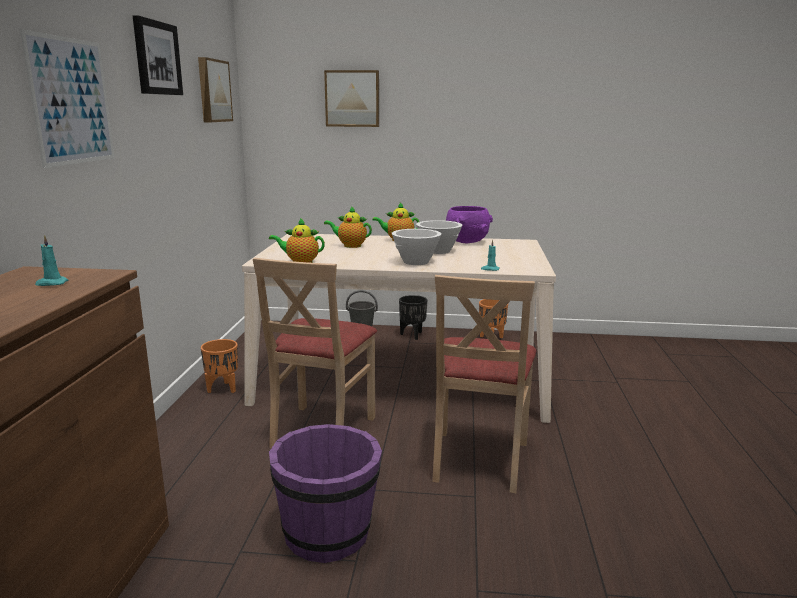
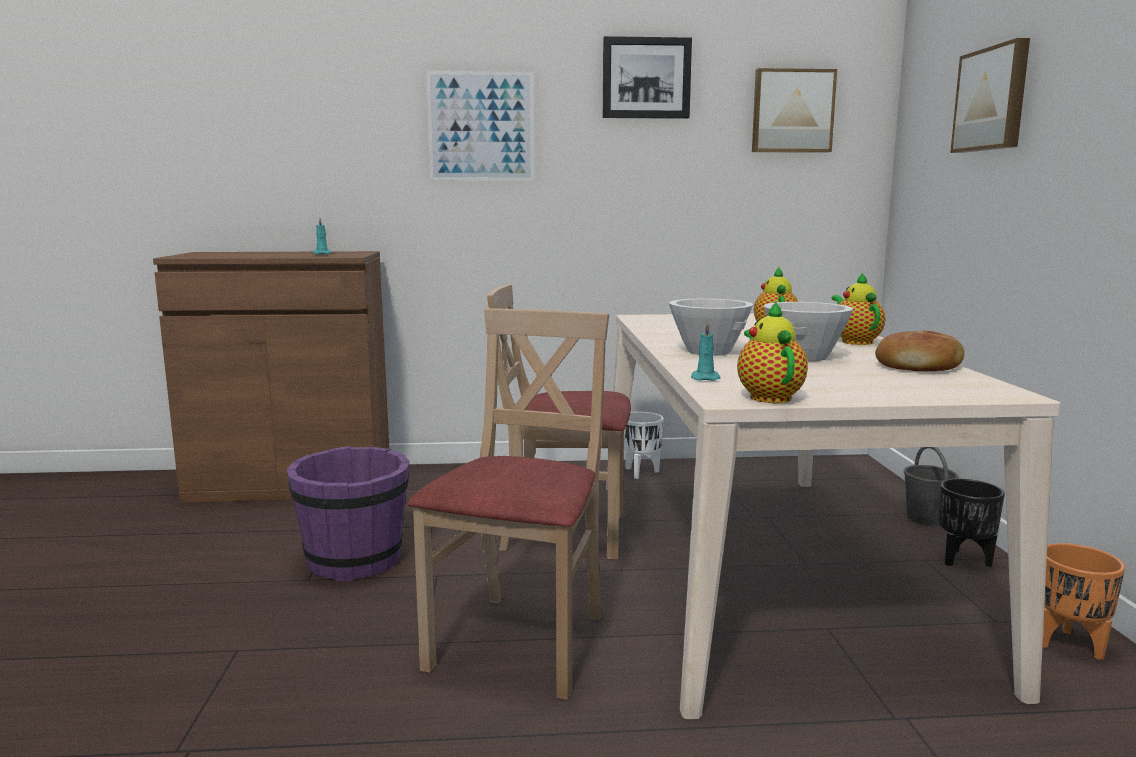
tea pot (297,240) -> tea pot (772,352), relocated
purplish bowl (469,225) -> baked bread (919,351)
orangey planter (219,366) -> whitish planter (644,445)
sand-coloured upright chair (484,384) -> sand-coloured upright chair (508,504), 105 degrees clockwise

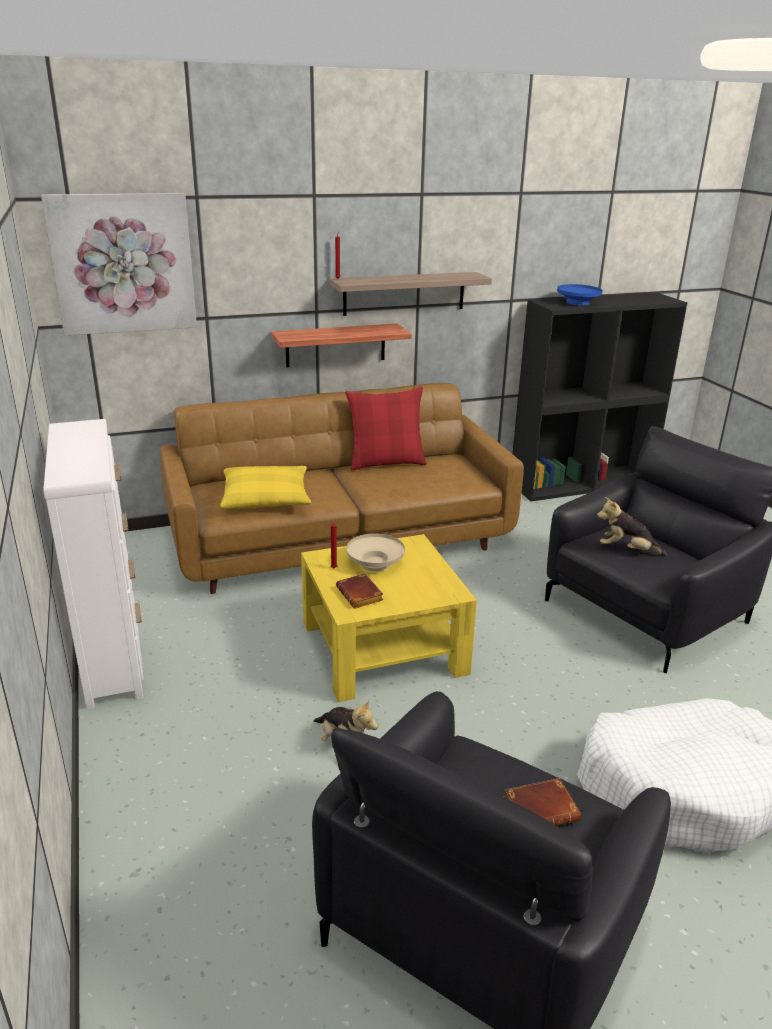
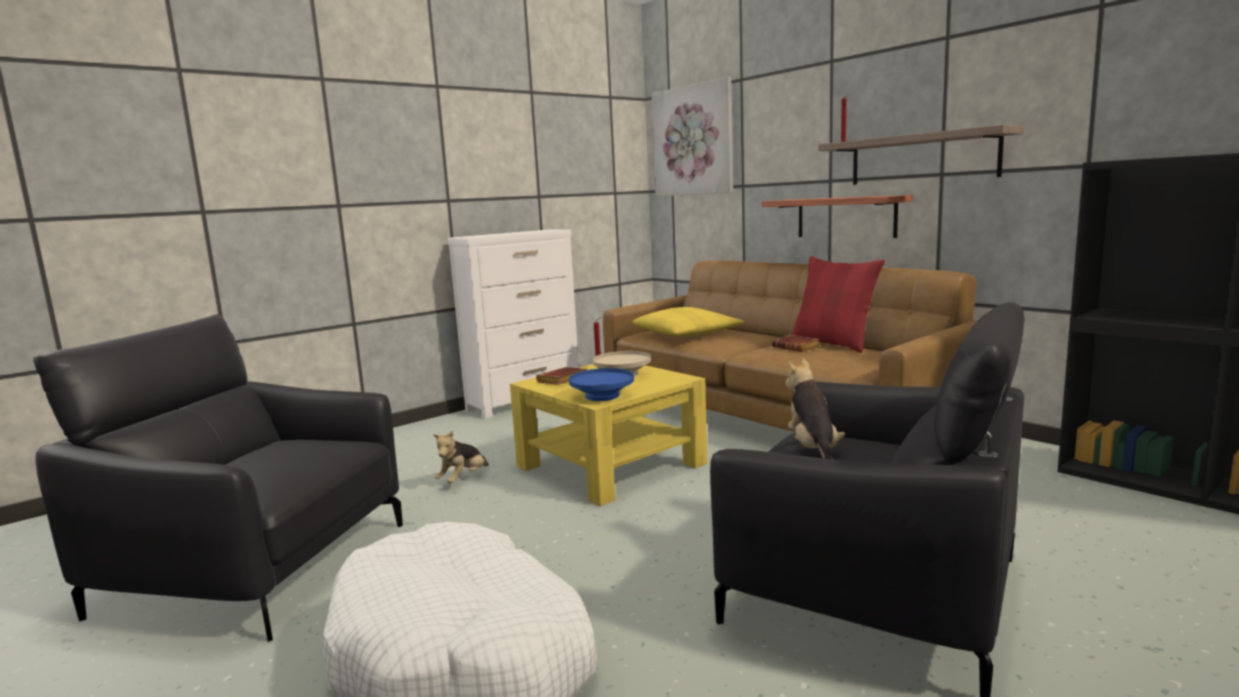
brown-coloured book (542,802) -> brown-coloured book (796,343), relocated
blue-coloured bowl (580,294) -> blue-coloured bowl (601,384), relocated

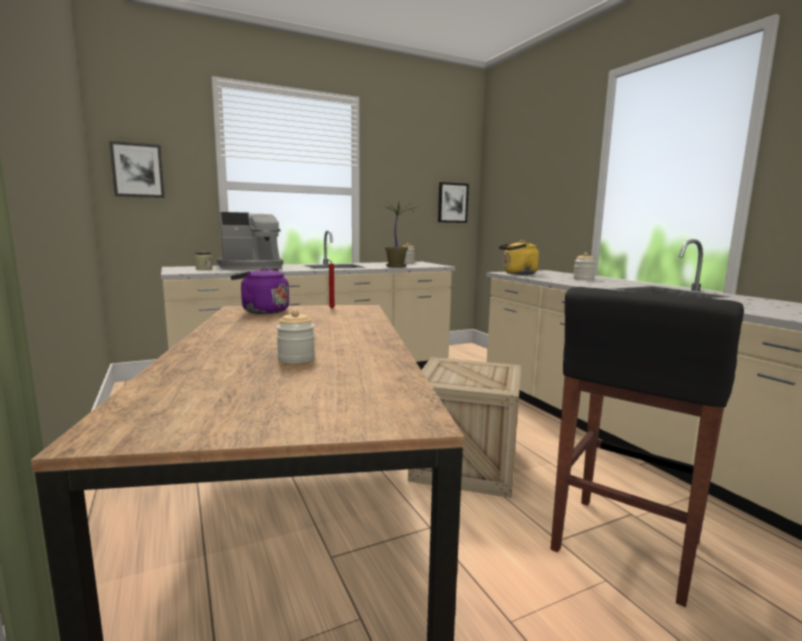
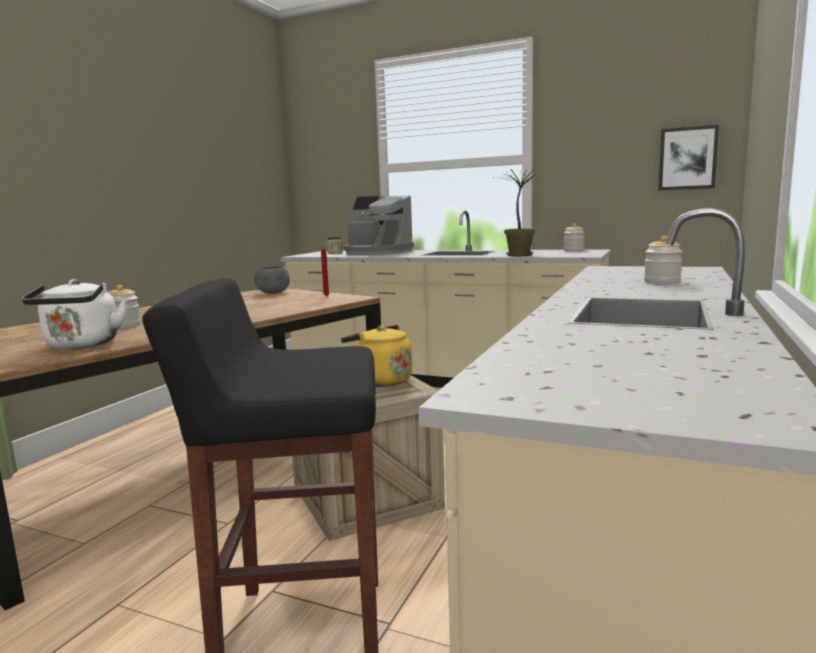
picture (137,169) -> none
none -> whitish water kettle (74,314)
yellowish water kettle (519,257) -> yellowish water kettle (376,356), relocated
purplish water kettle (260,290) -> greyish bowl (272,280)

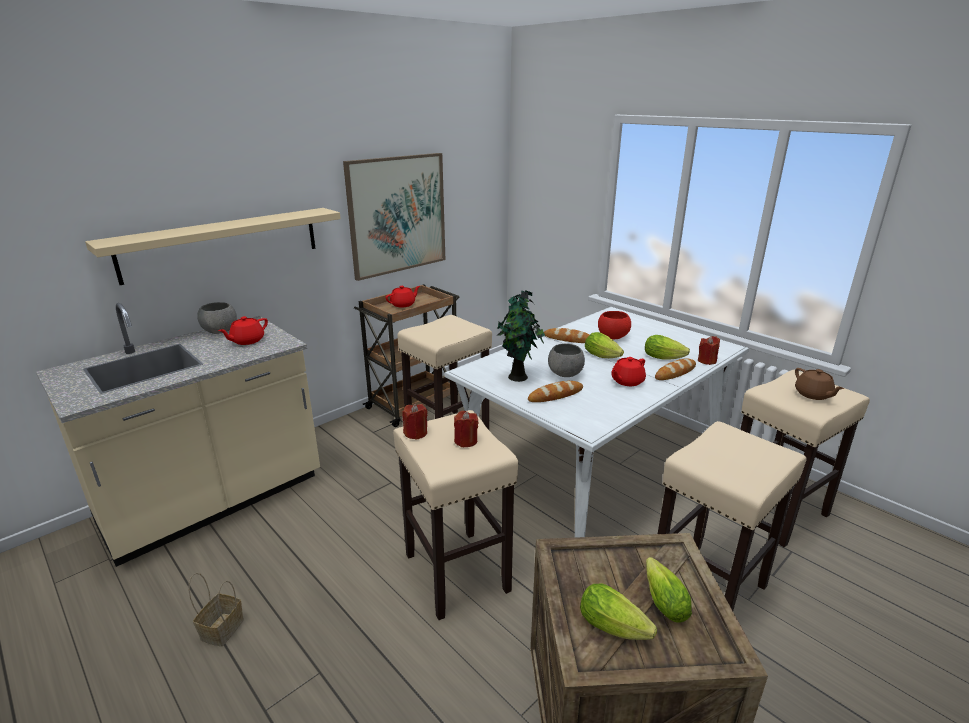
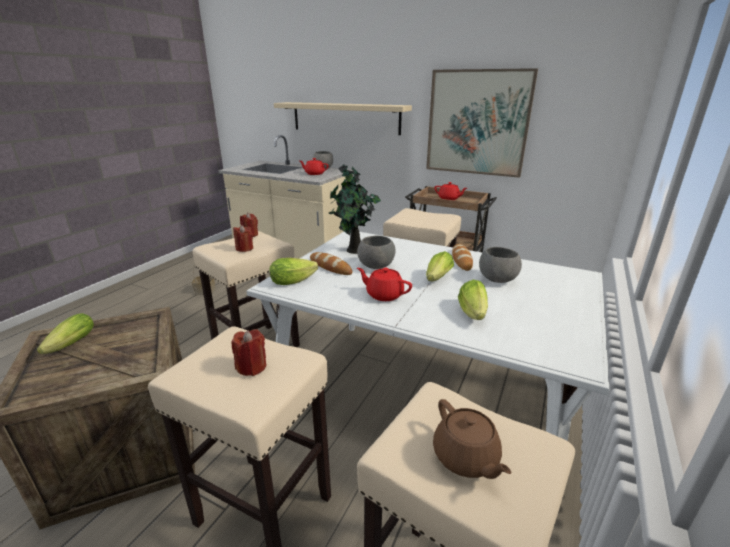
baked bread (675,369) -> none
head of lettuce (669,590) -> head of lettuce (293,271), relocated
red wax candle (709,350) -> red wax candle (248,352), relocated
red bowl (614,325) -> greyish bowl (500,265)
brown-coloured tea pot (819,384) -> brown-coloured tea pot (472,439), 75 degrees counterclockwise

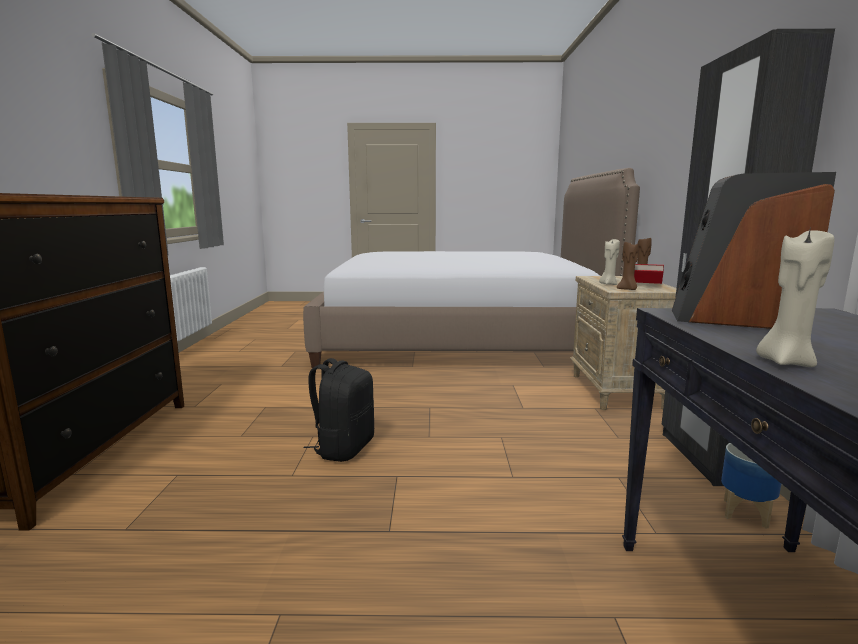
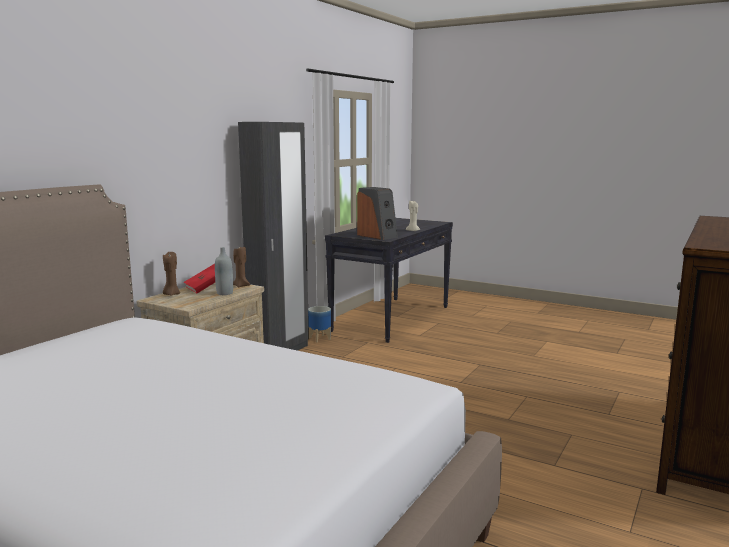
black-coloured rucksack (338,410) -> none
sand-coloured wax candle (609,262) -> greyish drink bottle (224,271)

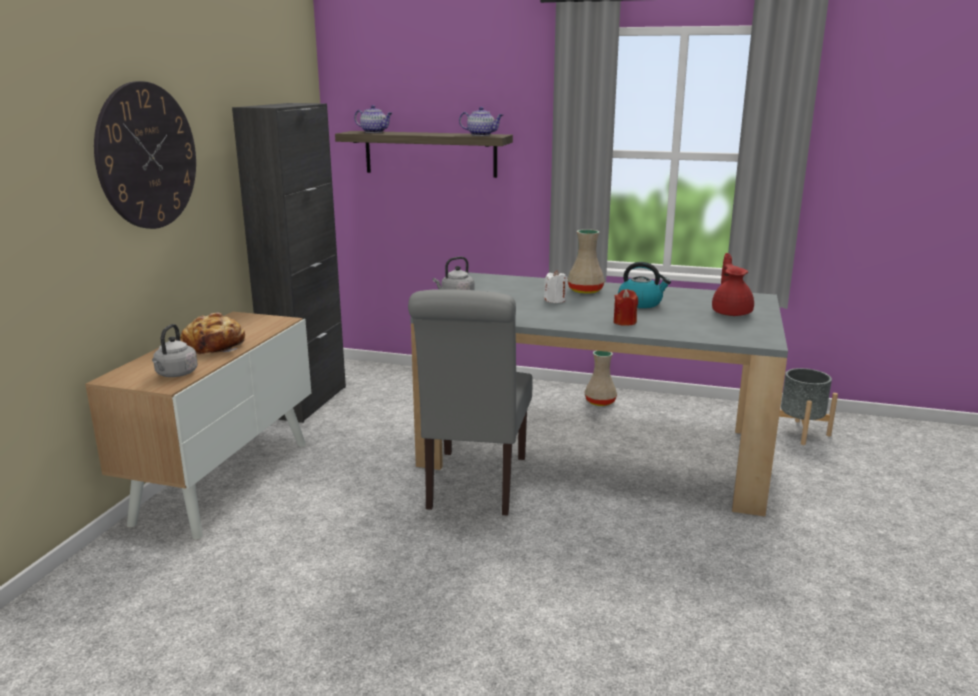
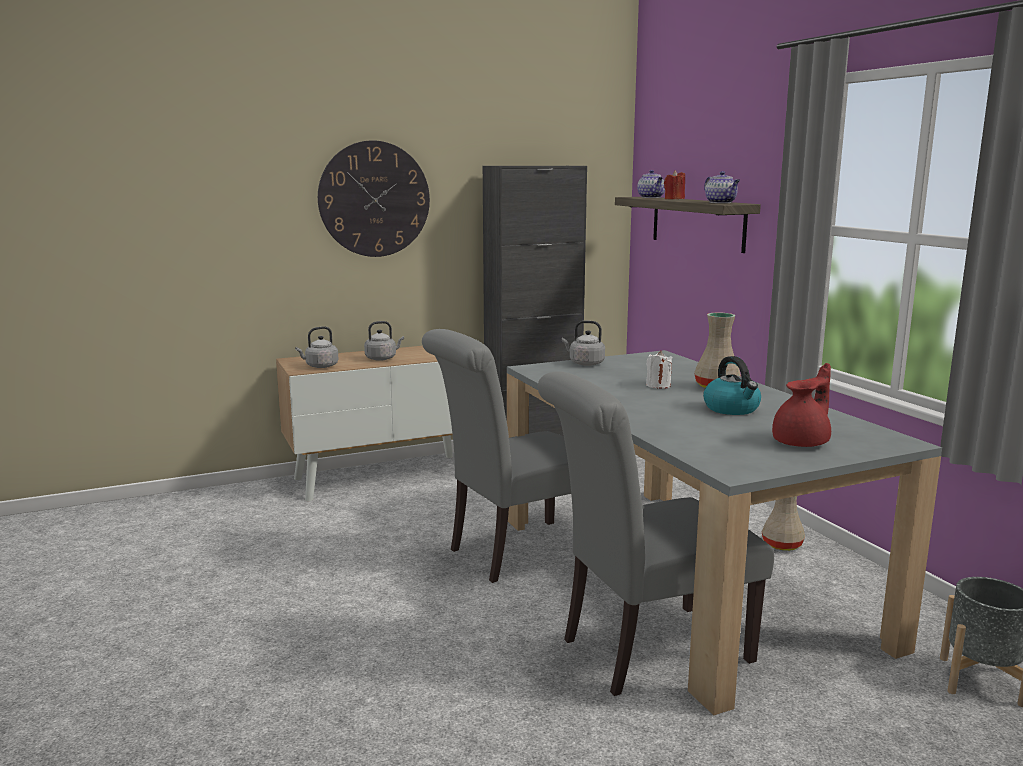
none -> greyish upright chair (656,533)
red wax candle (626,307) -> red wax candle (674,184), relocated
baked bread (212,333) -> greyish water kettle (384,341)

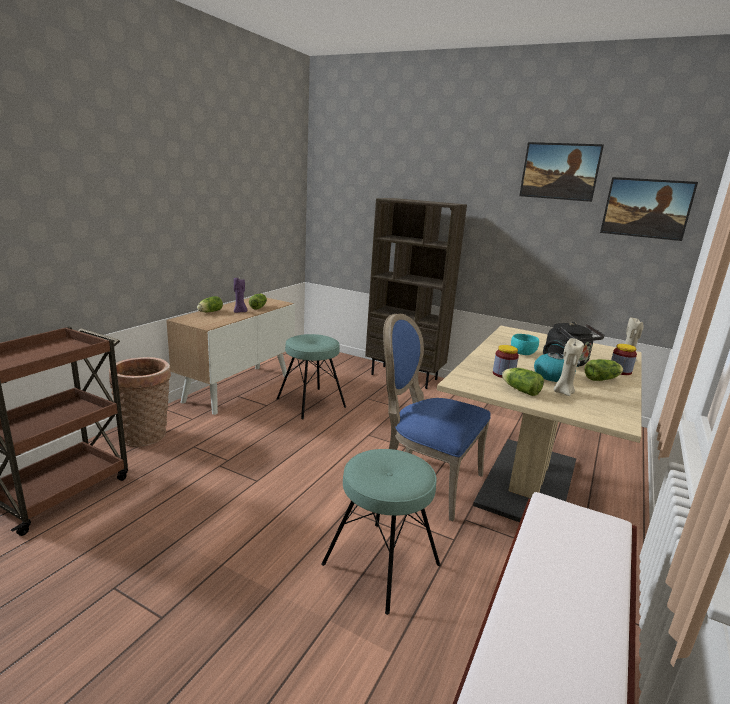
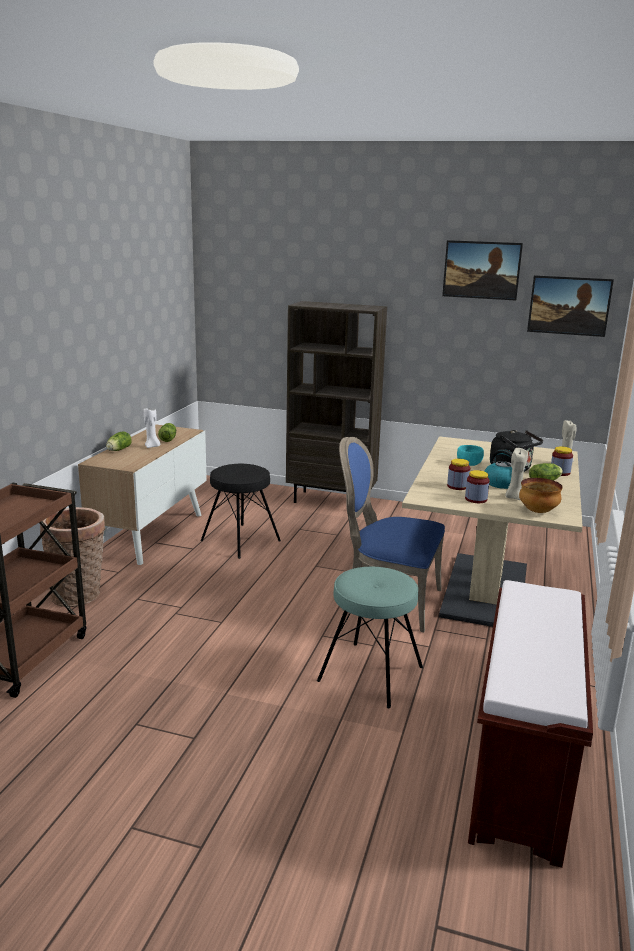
none -> bowl (541,495)
head of lettuce (523,382) -> storage jar (477,486)
purplish wax candle (240,295) -> whitish wax candle (152,428)
turquoise-coloured sitting stool (311,376) -> black-coloured sitting stool (240,511)

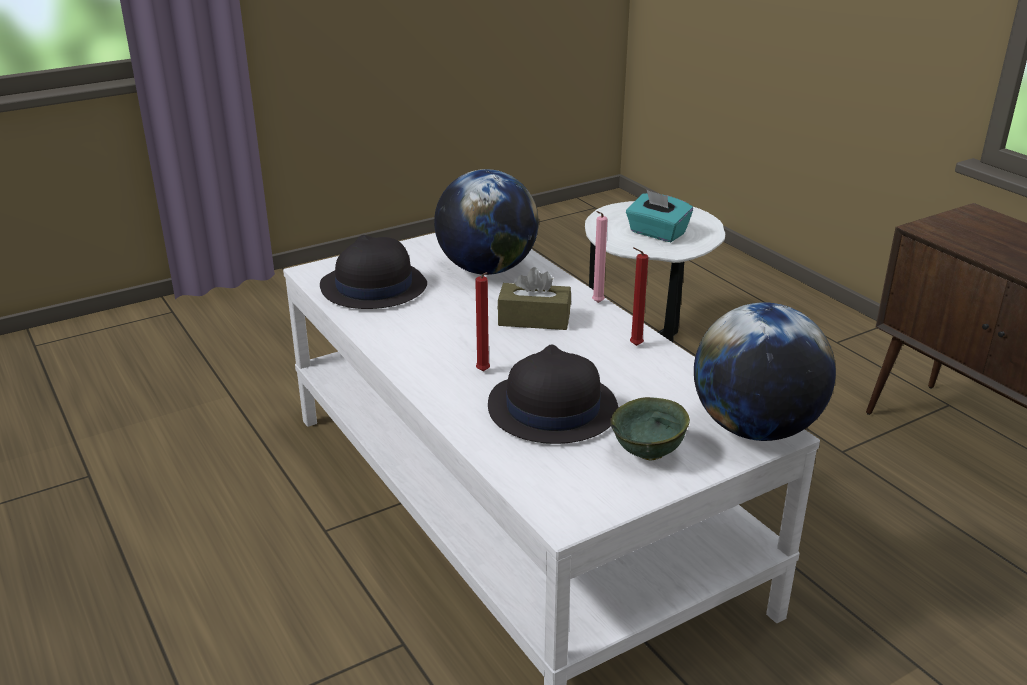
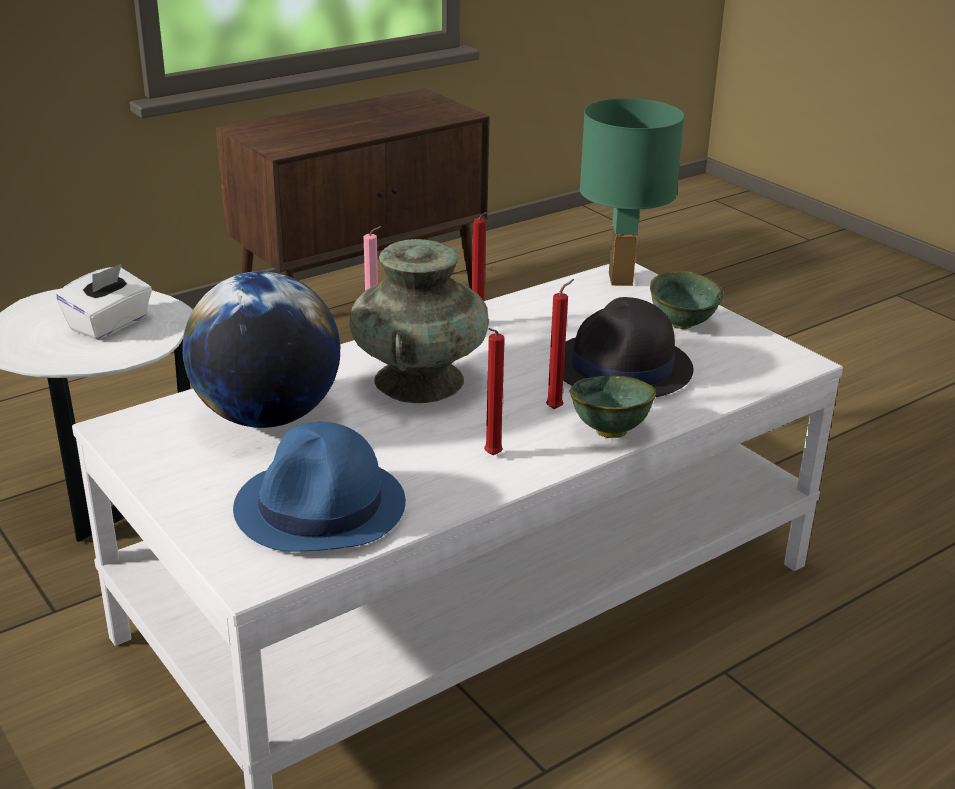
none -> red wax candle (494,391)
none -> green-coloured bowl (613,406)
brown-coloured tissue box (534,298) -> turquoise-coloured decorative vase (419,321)
globe (765,371) -> green-coloured tabletop lamp (632,192)
black-coloured clothing hat (373,272) -> blue-coloured clothing hat (319,487)
turquoise-coloured tissue box (659,216) -> whitish tissue box (104,302)

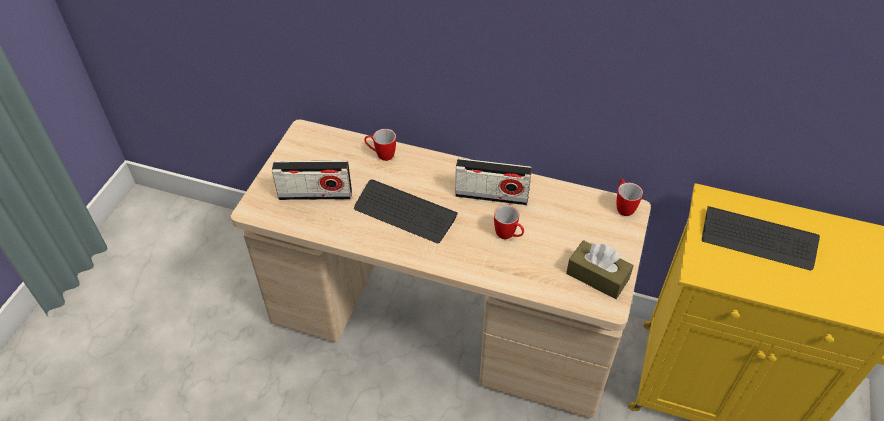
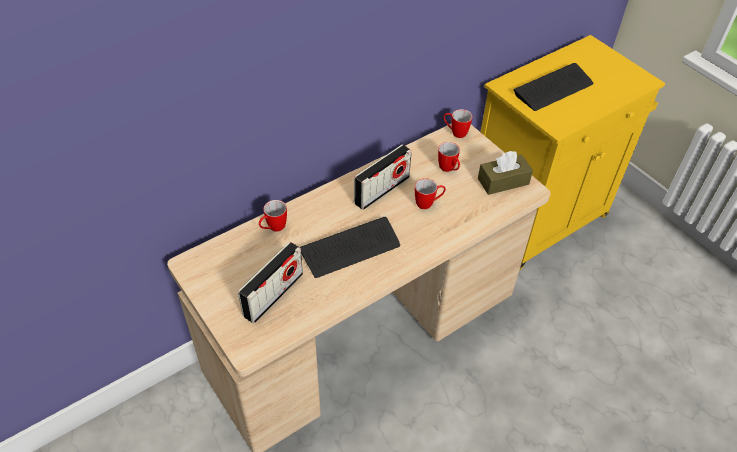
none -> mug (449,157)

